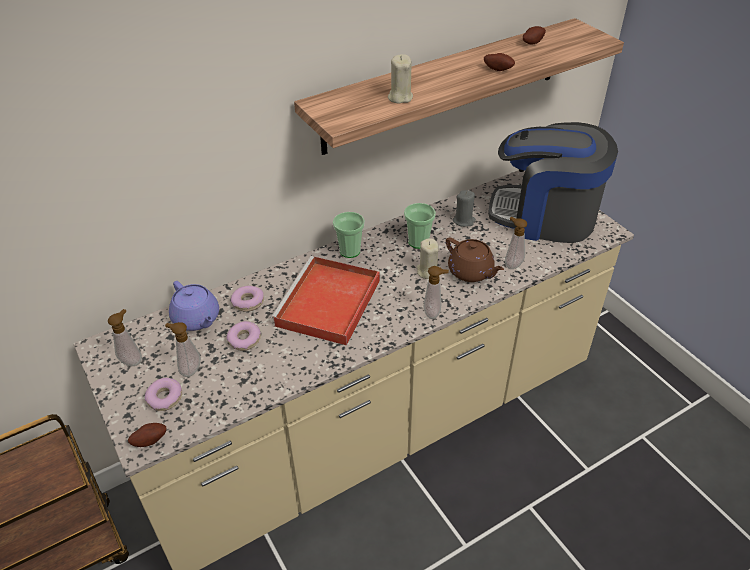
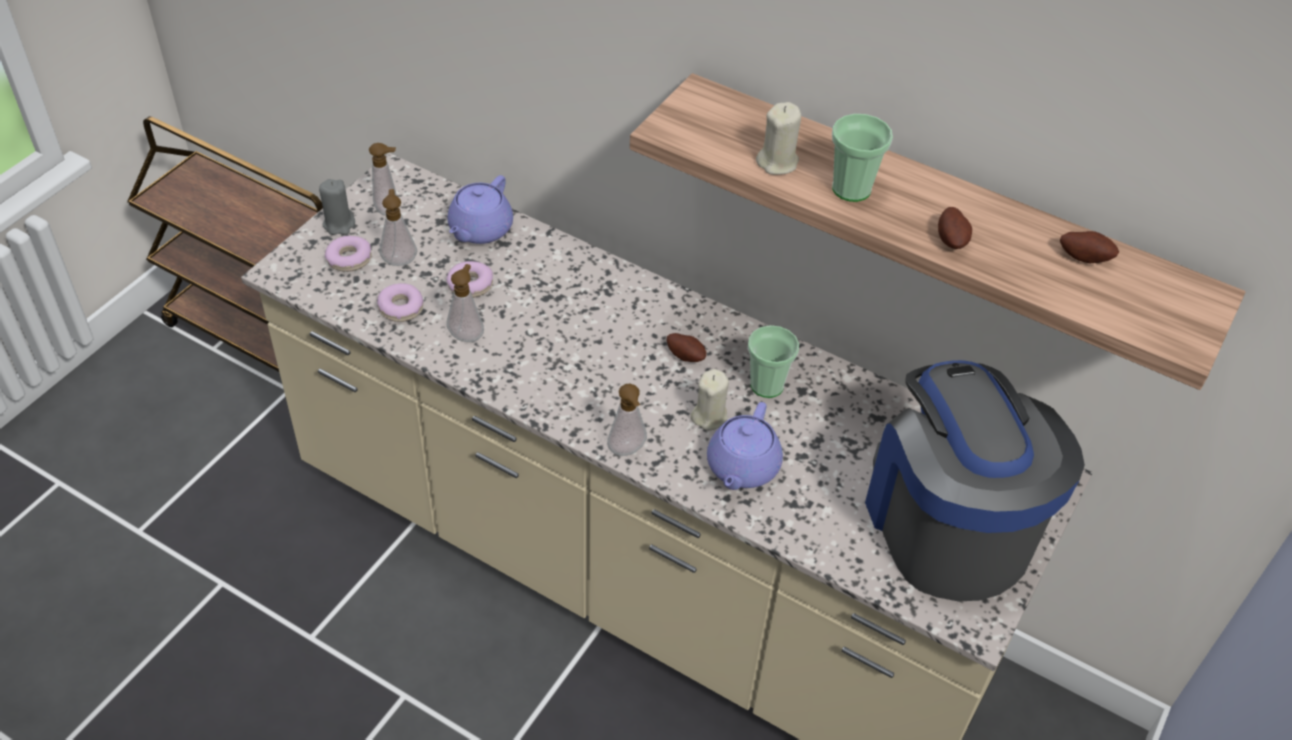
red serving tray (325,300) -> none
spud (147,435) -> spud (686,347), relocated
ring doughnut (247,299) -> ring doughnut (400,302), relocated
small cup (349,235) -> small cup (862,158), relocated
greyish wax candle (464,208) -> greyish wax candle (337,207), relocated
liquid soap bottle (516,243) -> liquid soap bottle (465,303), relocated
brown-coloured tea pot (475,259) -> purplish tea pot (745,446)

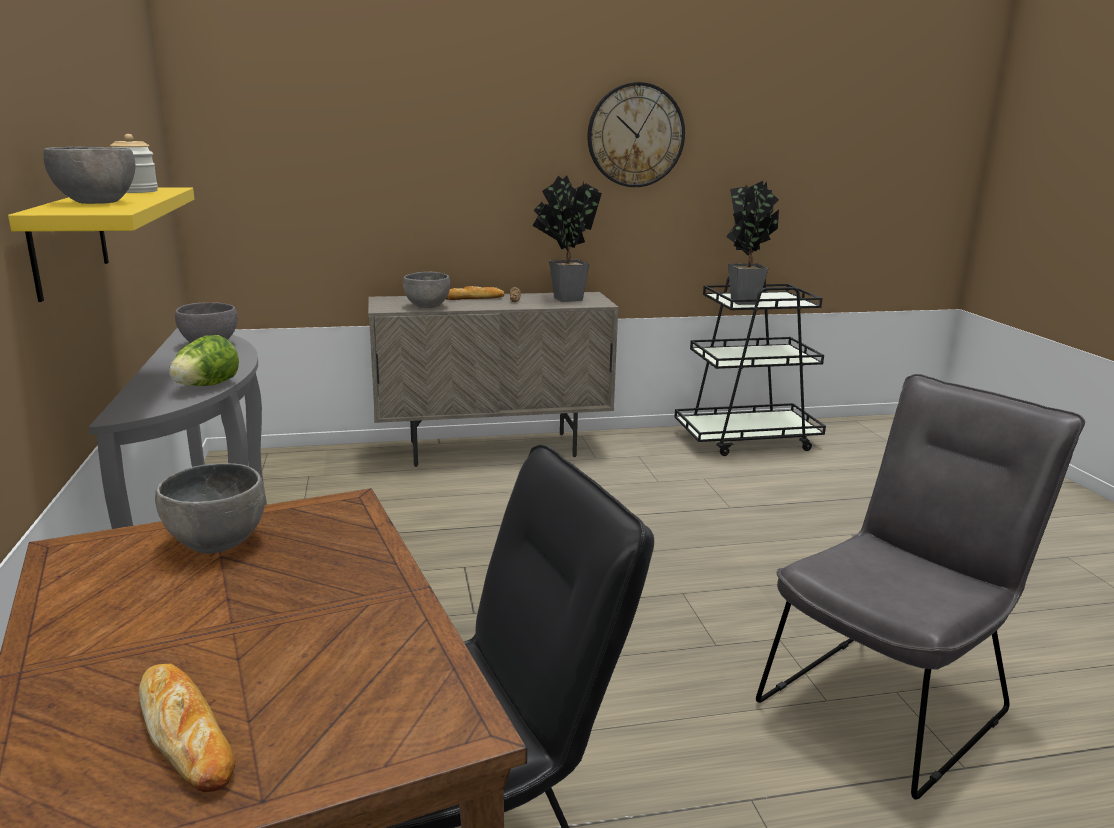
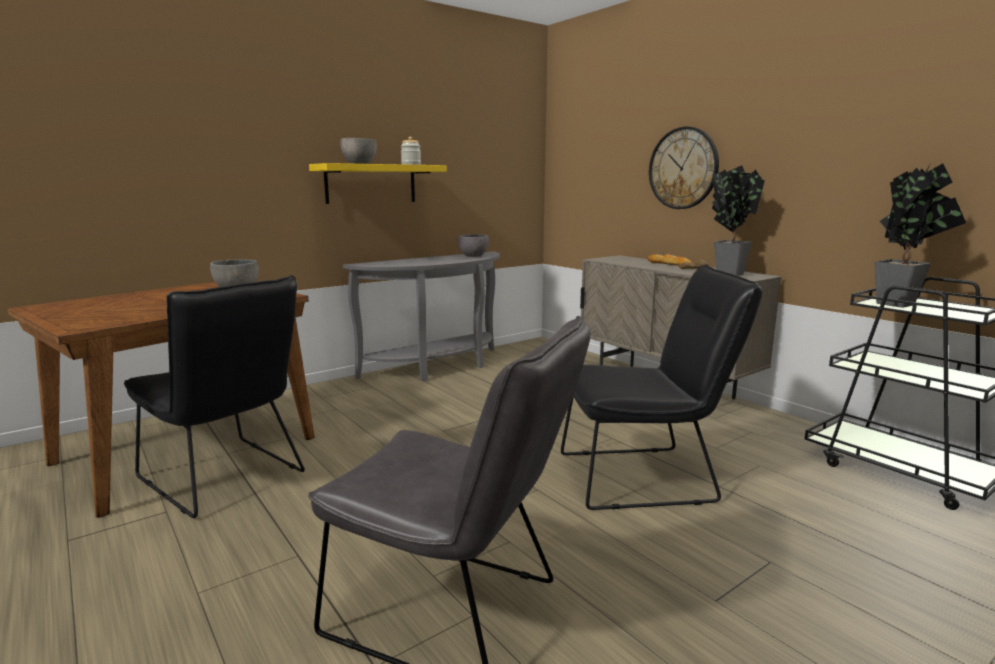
baked bread (187,728) -> none
head of lettuce (204,360) -> none
greyish bowl (426,290) -> none
none -> black-coloured upright chair (662,387)
hanging clock (636,134) -> hanging clock (684,168), relocated

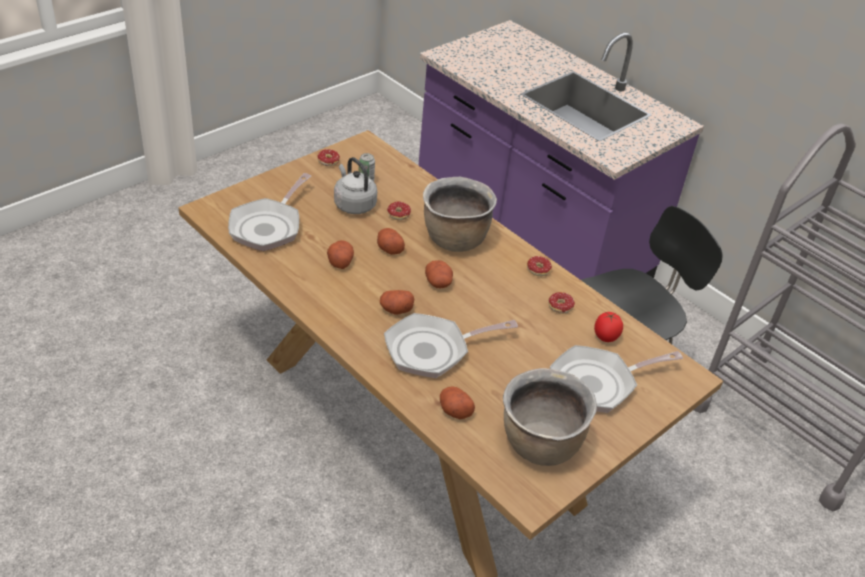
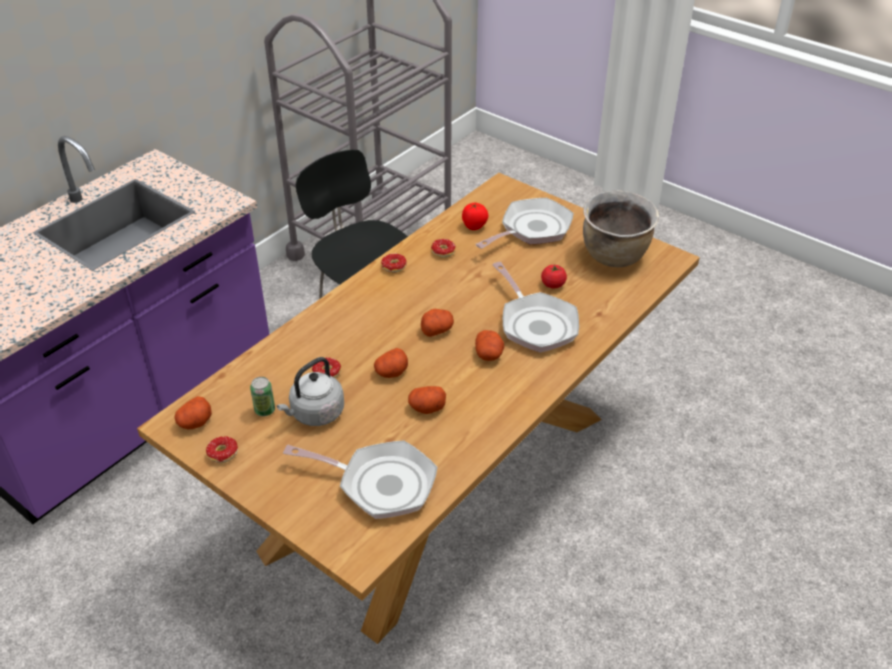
brown-coloured saucepot (460,214) -> none
none -> tomato (554,276)
spud (457,402) -> spud (193,412), relocated
skillet (616,379) -> skillet (525,223), 105 degrees counterclockwise

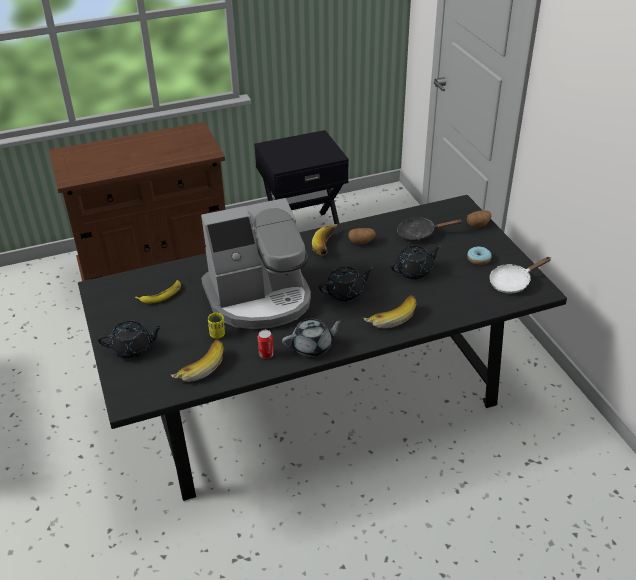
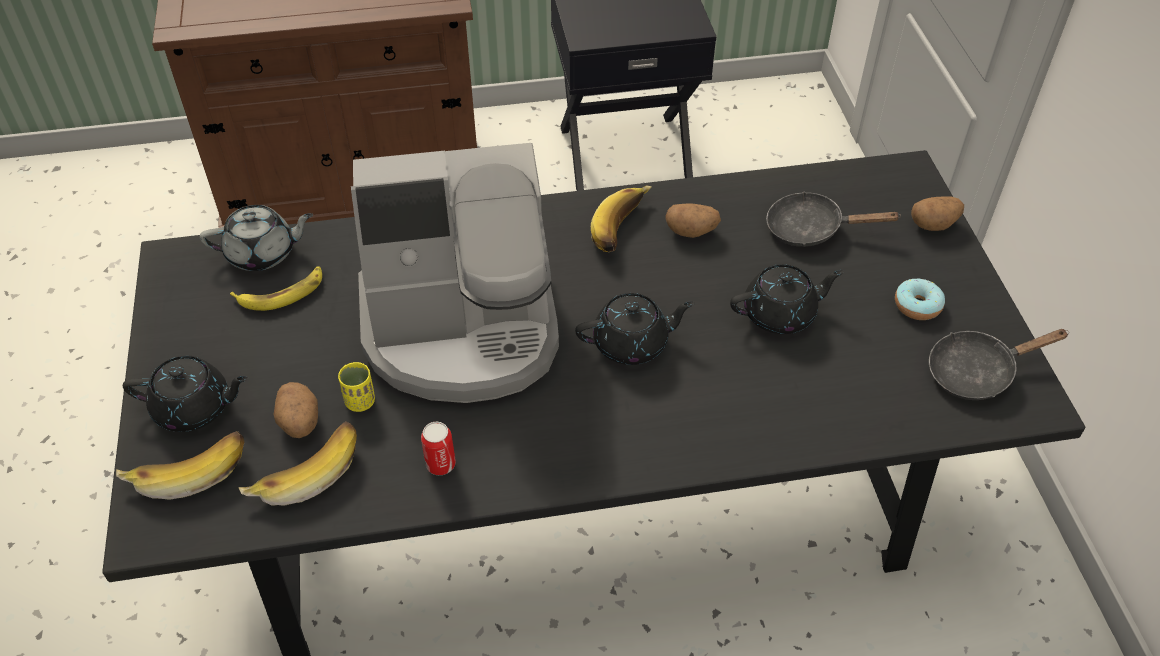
none -> spud (296,410)
greyish tea pot (313,338) -> greyish tea pot (257,238), relocated
banana fruit (390,311) -> banana fruit (180,465), relocated
whitish skillet (520,275) -> black-coloured skillet (999,364)

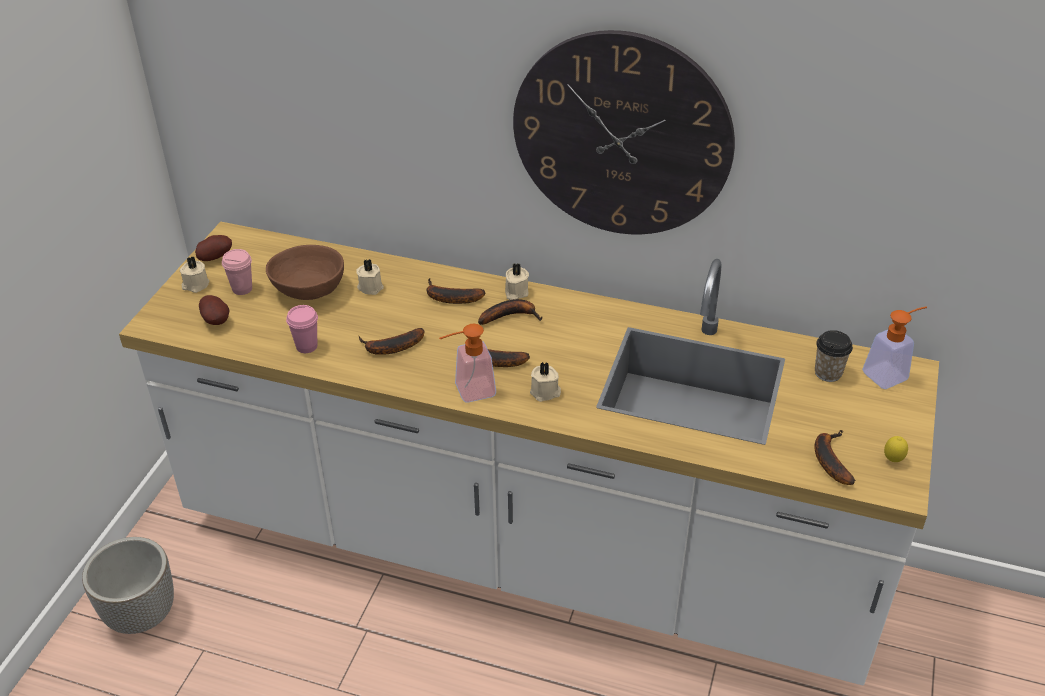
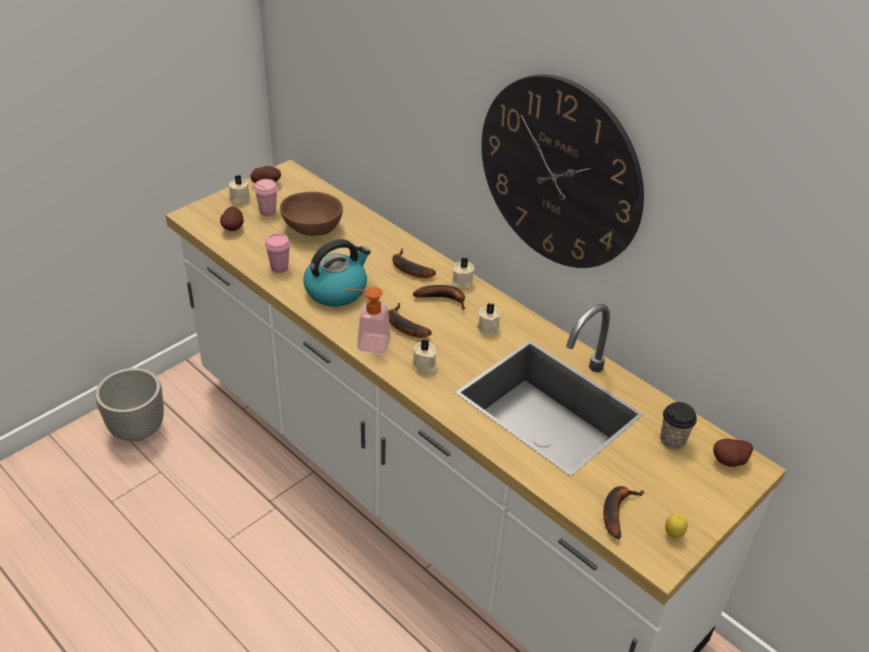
sand-coloured wax candle (370,277) -> sand-coloured wax candle (488,319), relocated
banana fruit (391,341) -> water kettle (337,273)
liquid soap bottle (894,347) -> spud (733,453)

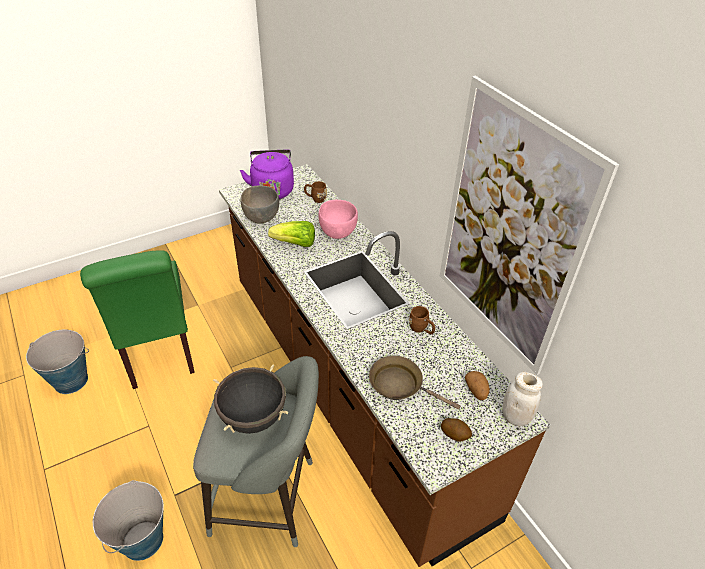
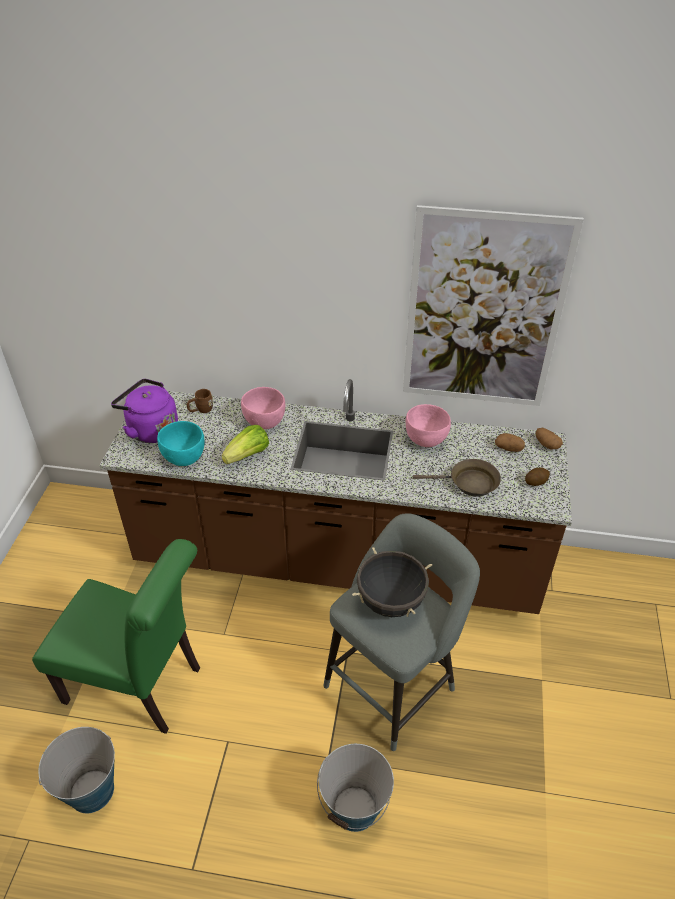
brown-coloured mug (422,320) -> pink bowl (428,425)
whitish storage jar (522,399) -> spud (549,438)
greyish bowl (259,204) -> turquoise-coloured bowl (181,443)
brown-coloured skillet (414,382) -> brown-coloured skillet (457,478), 150 degrees counterclockwise

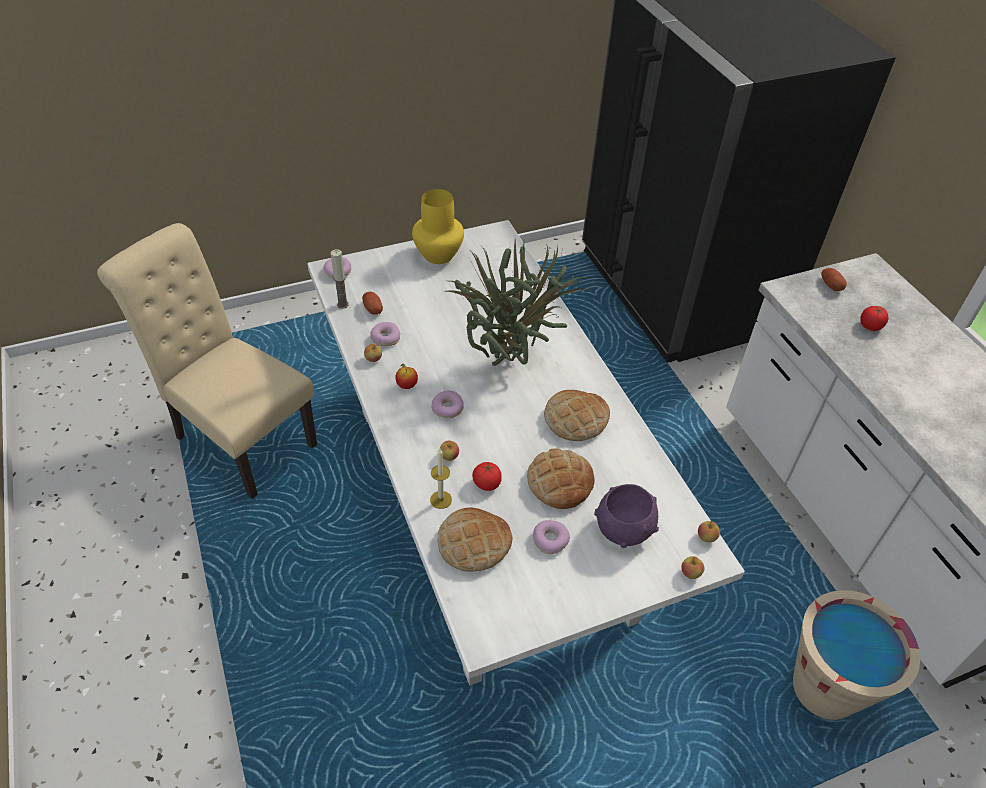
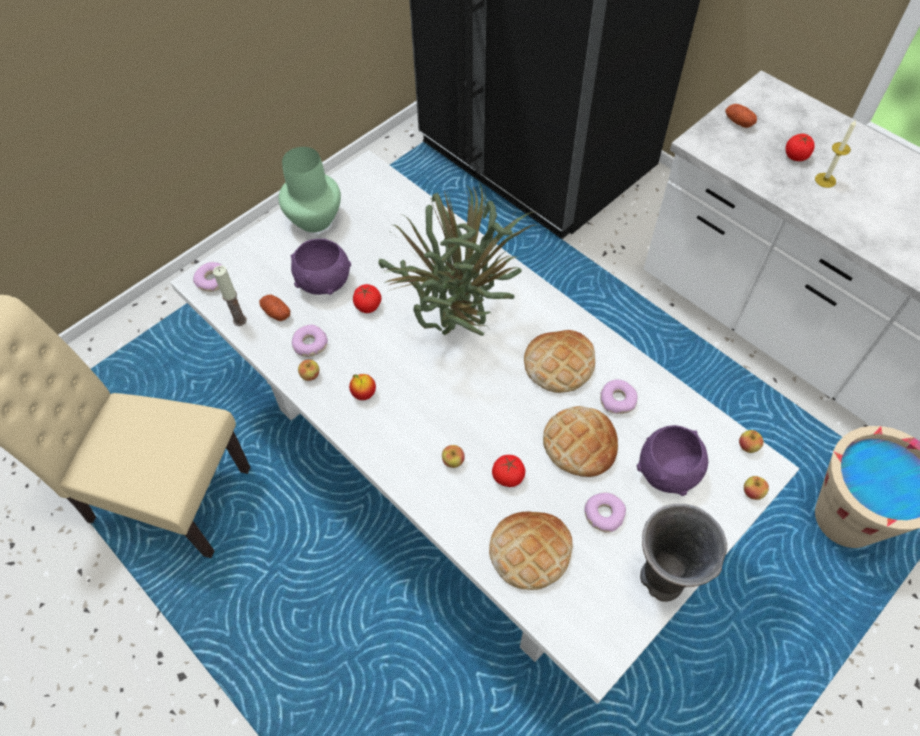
none -> purplish bowl (321,266)
none -> tomato (367,298)
none -> greyish decorative vase (683,553)
wax candle (441,479) -> wax candle (835,154), relocated
ring doughnut (447,404) -> ring doughnut (619,397), relocated
yellowish decorative vase (438,226) -> green-coloured decorative vase (310,189)

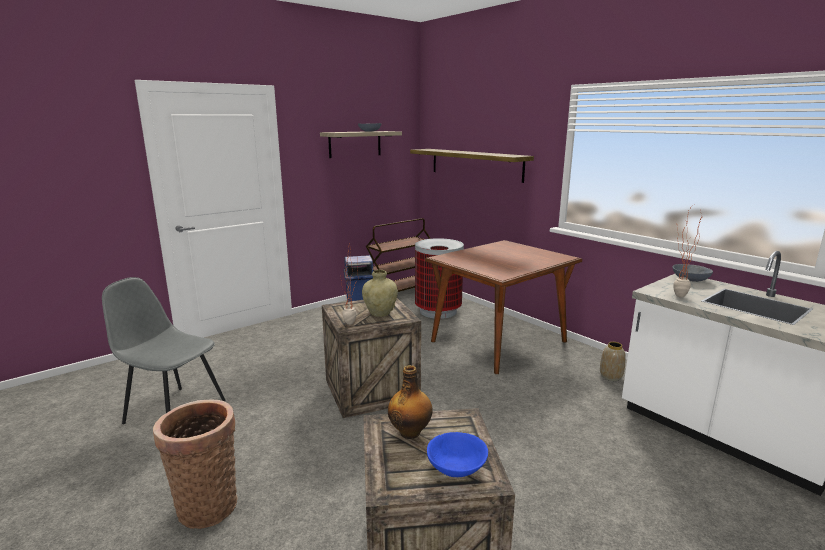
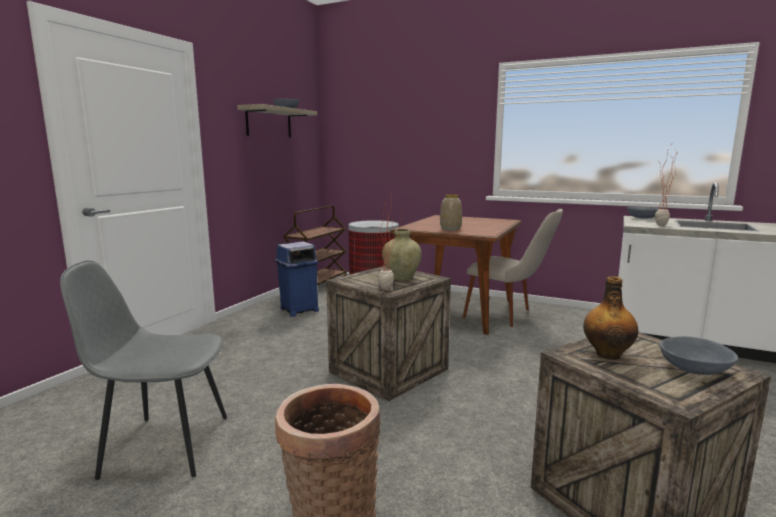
shelf (472,166) -> none
none -> sand-coloured upright chair (513,268)
decorative vase (613,361) -> decorative vase (451,212), relocated
blue-coloured bowl (457,454) -> greyish bowl (699,355)

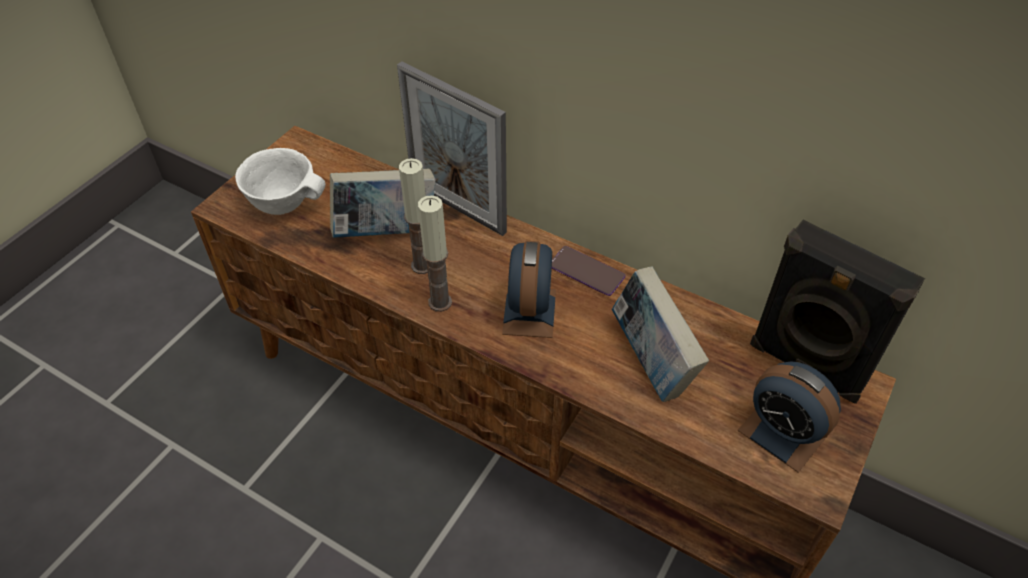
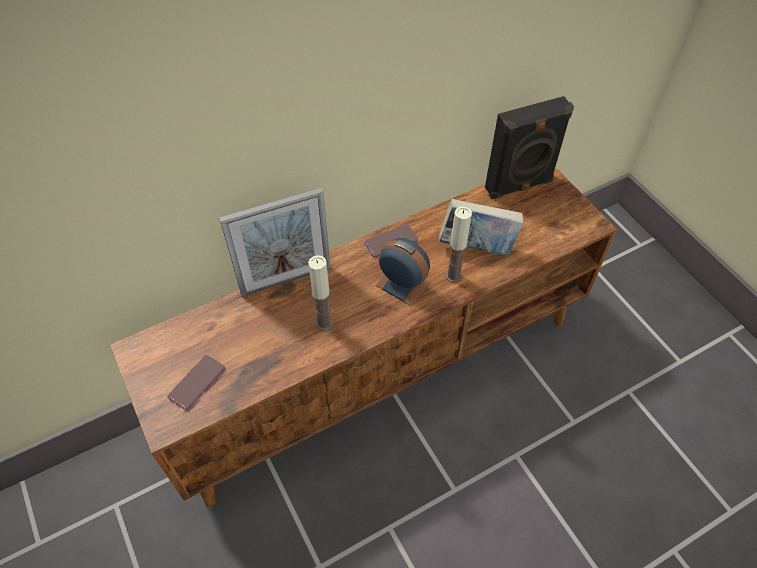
book (383,203) -> none
bedside clock (789,417) -> none
wax candle (435,253) -> wax candle (459,244), relocated
whitish bowl (280,181) -> telephone (196,382)

